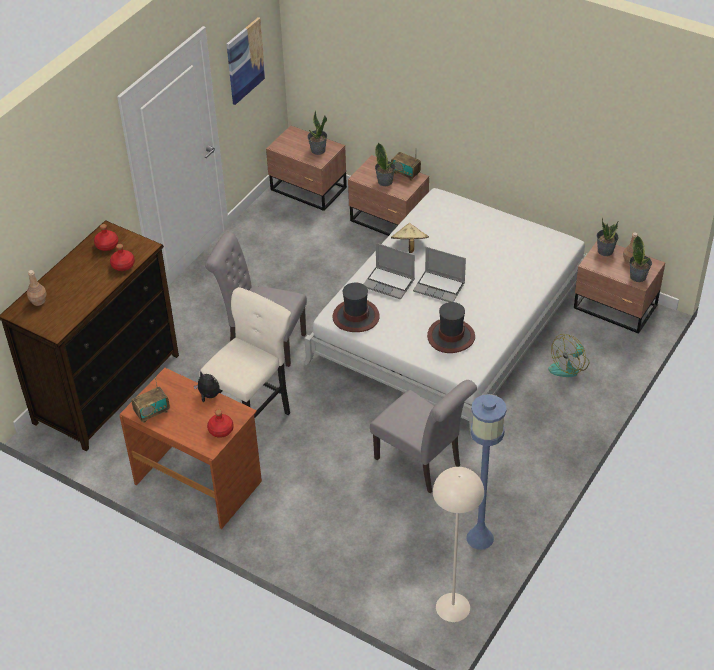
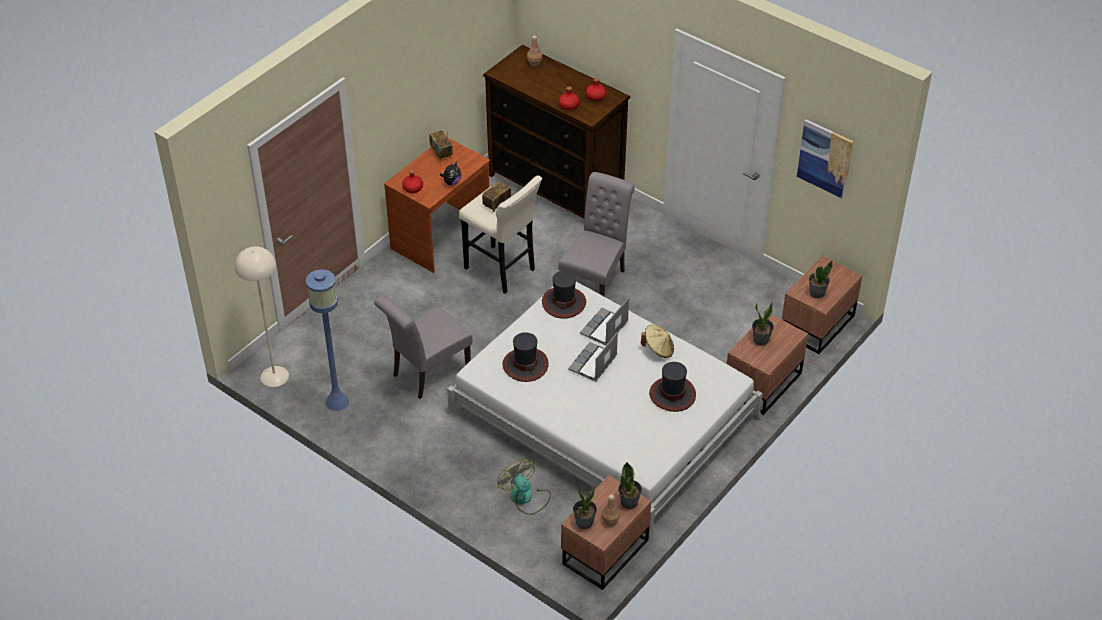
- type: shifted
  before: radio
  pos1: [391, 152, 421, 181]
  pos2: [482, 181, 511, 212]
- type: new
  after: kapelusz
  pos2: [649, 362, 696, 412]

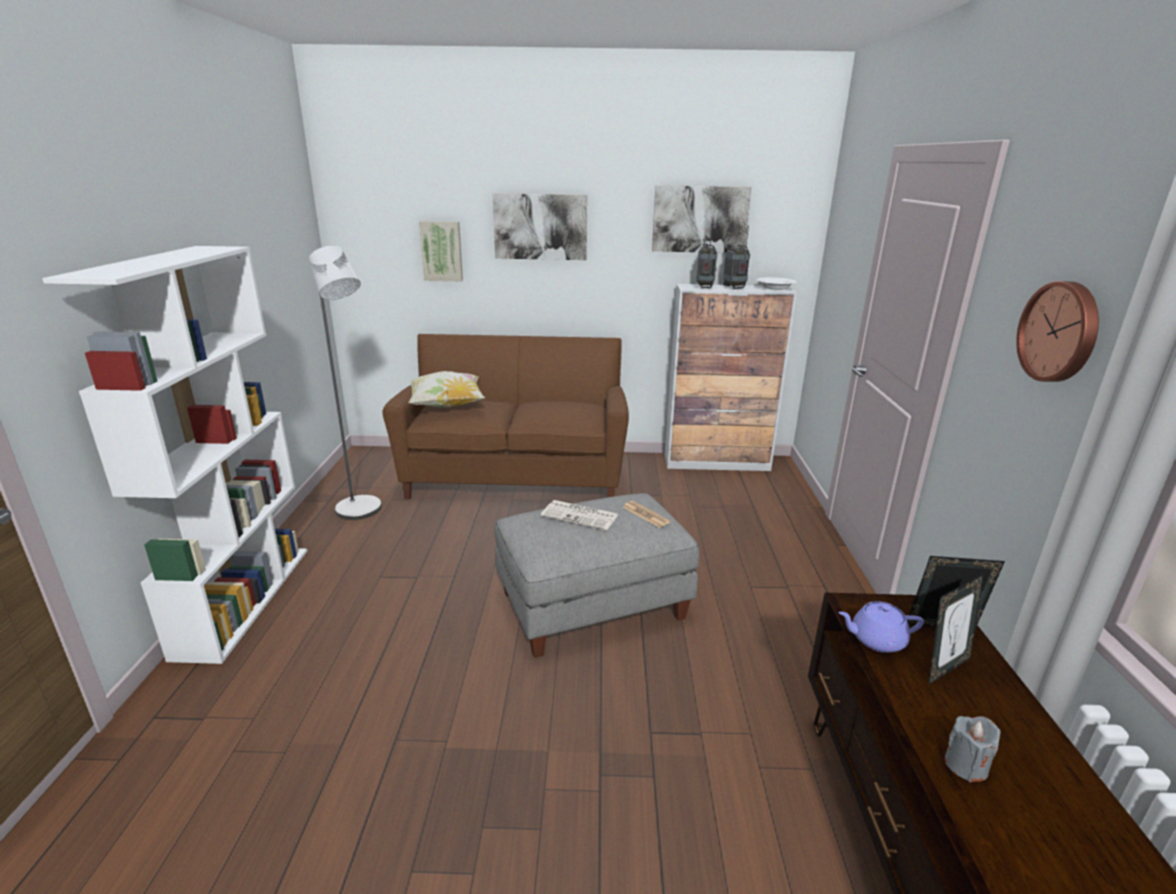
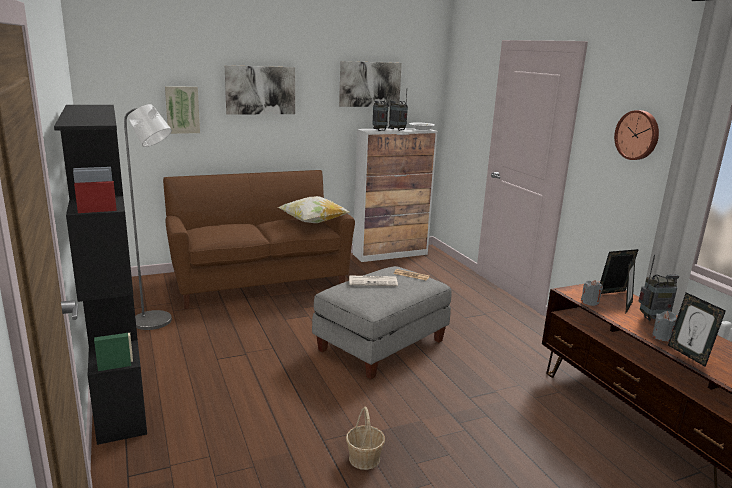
- type: repainted
  before: regał (biały)
  after: regał (czarny)
  pos1: [42, 246, 307, 664]
  pos2: [54, 105, 147, 445]
- type: shifted
  before: poduszka
  pos1: [408, 371, 485, 408]
  pos2: [278, 196, 350, 223]
- type: swapped
  before: imbryk (fioletowy)
  after: świeca (szary)
  pos1: [838, 601, 924, 653]
  pos2: [581, 280, 603, 306]
- type: new
  after: koszyk
  pos2: [346, 407, 385, 470]
- type: new
  after: radio
  pos2: [638, 255, 679, 321]
- type: new
  after: ramka na zdjęcie
  pos2: [668, 292, 726, 367]

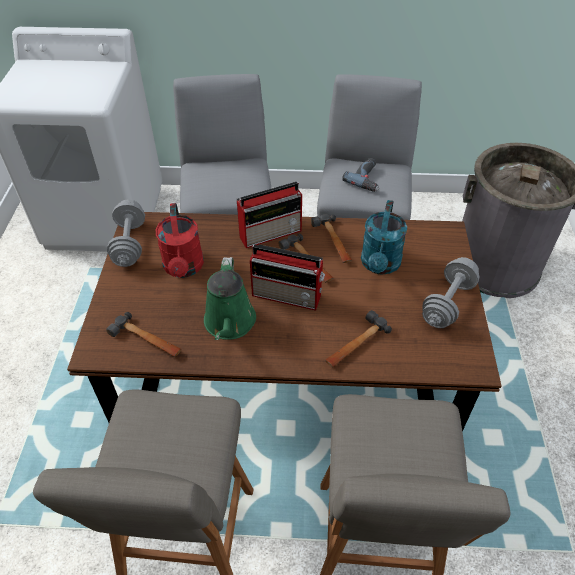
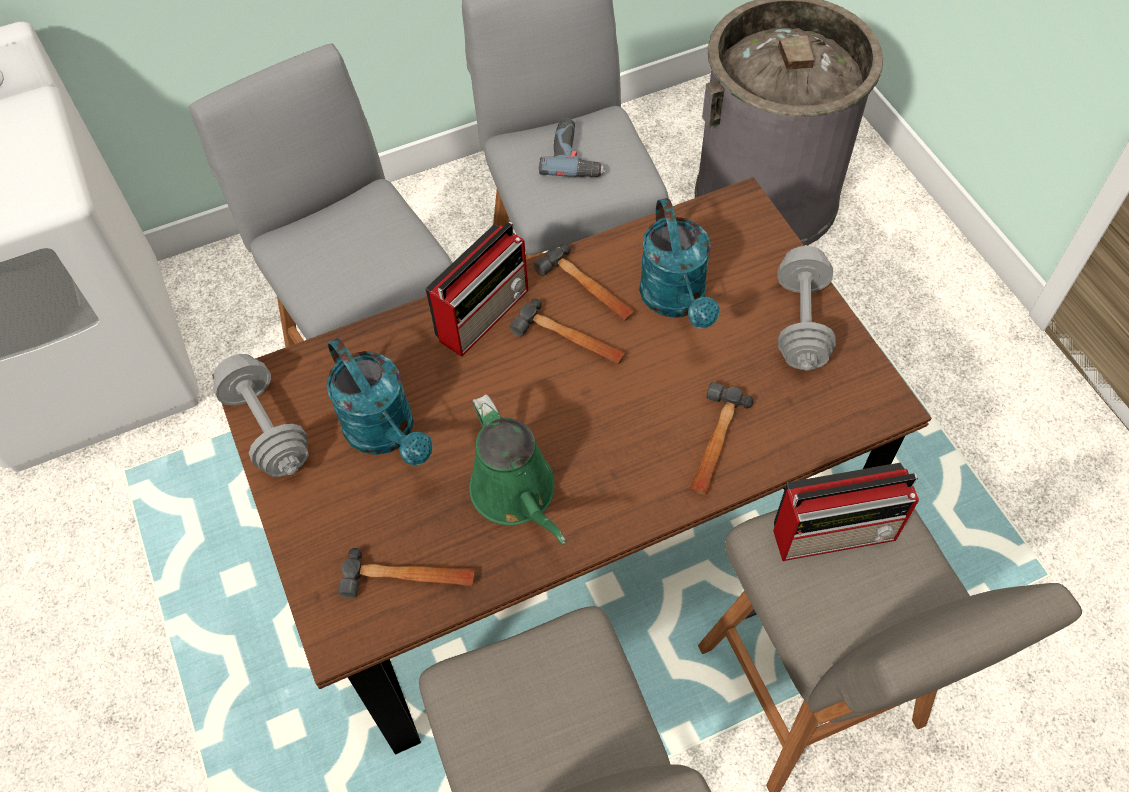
- type: repainted
  before: konewka (czerwony)
  after: konewka (turkusowy)
  pos1: [156, 203, 204, 278]
  pos2: [326, 338, 433, 465]
- type: shifted
  before: radio
  pos1: [250, 244, 325, 311]
  pos2: [773, 463, 919, 561]

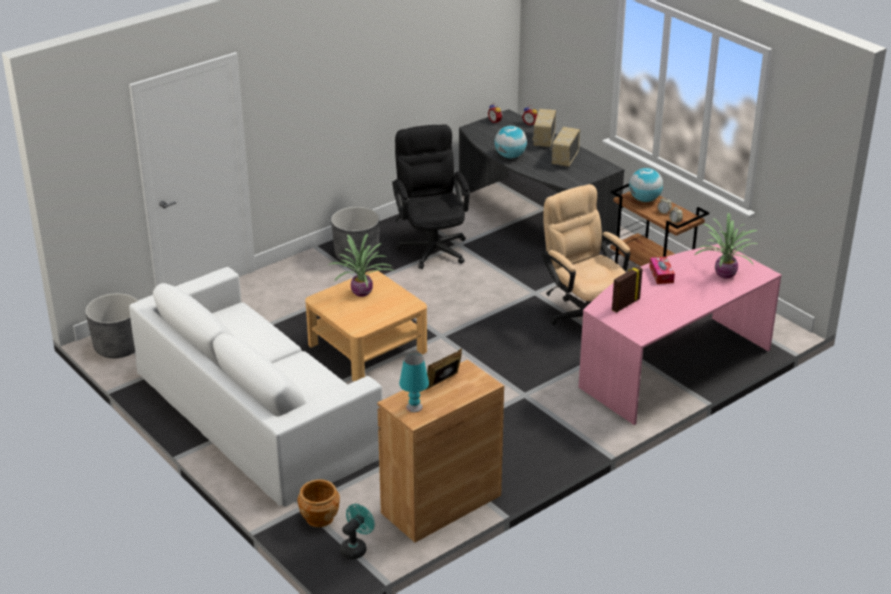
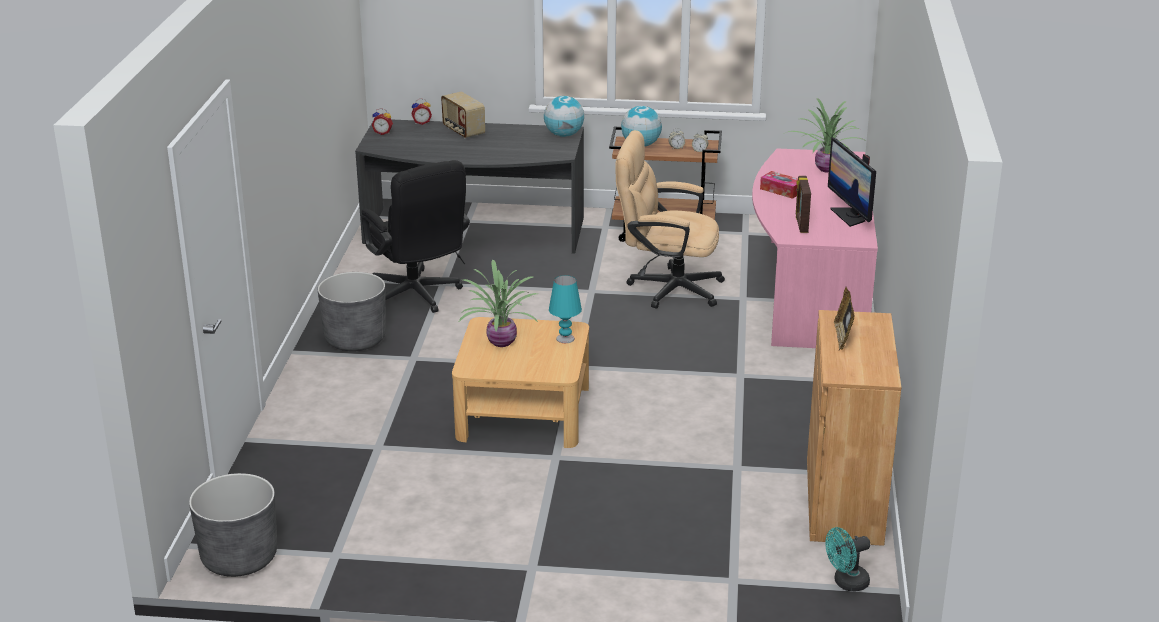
- type: gone
  before: kanapa (biały)
  pos1: [129, 267, 383, 507]
- type: gone
  before: donica (brązowy)
  pos1: [297, 480, 340, 527]
- type: rotated
  before: wentylator (turkusowy)
  pos1: [340, 504, 375, 559]
  pos2: [825, 527, 870, 592]
  turn: -105
- type: rotated
  before: krzesło biurowe (czarny)
  pos1: [392, 124, 470, 269]
  pos2: [361, 160, 470, 313]
  turn: -150
- type: shifted
  before: lampa stołowa (turkusowy)
  pos1: [399, 354, 429, 412]
  pos2: [549, 275, 582, 343]
- type: shifted
  before: globus
  pos1: [494, 126, 527, 158]
  pos2: [544, 96, 584, 137]
- type: gone
  before: radio
  pos1: [552, 127, 580, 167]
- type: new
  after: monitor
  pos2: [828, 137, 876, 227]

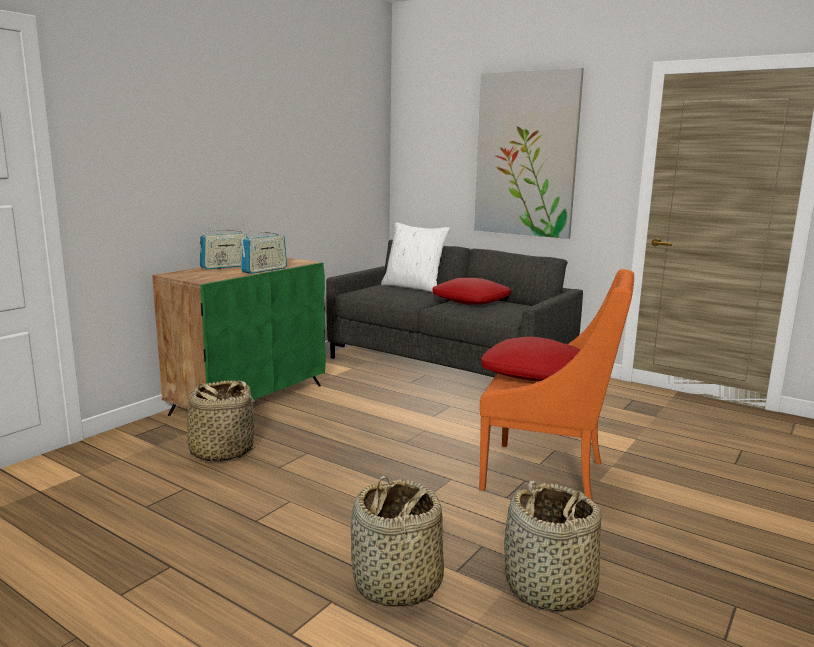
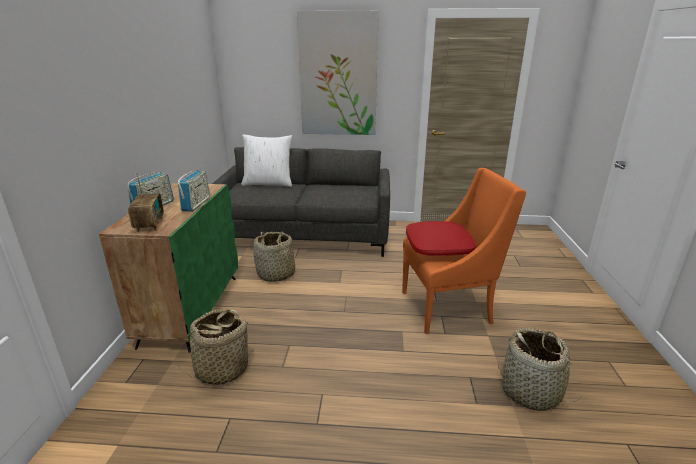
- type: shifted
  before: koszyk
  pos1: [351, 476, 444, 607]
  pos2: [253, 232, 295, 282]
- type: gone
  before: poduszka (czerwony)
  pos1: [432, 278, 511, 305]
- type: new
  after: radio
  pos2: [128, 174, 164, 232]

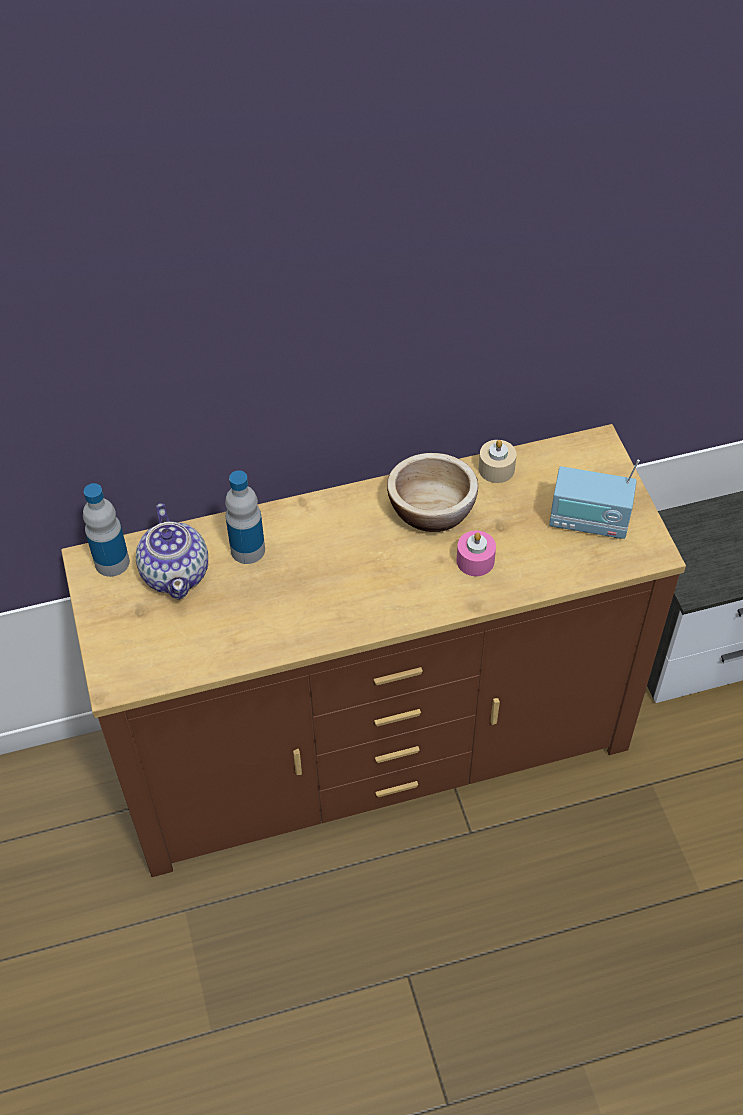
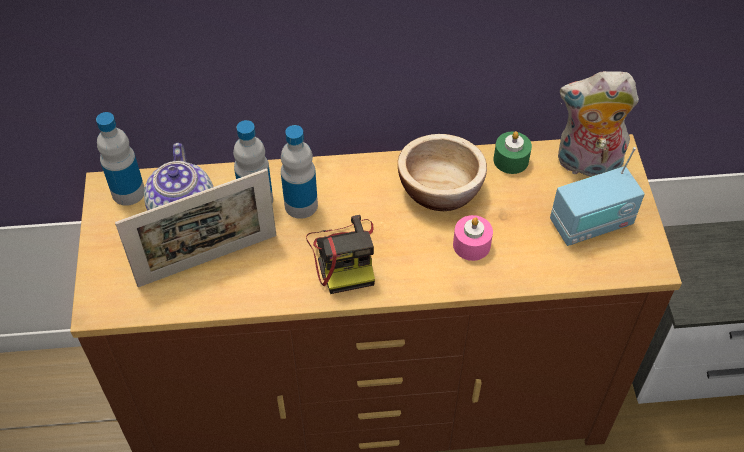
- type: repainted
  before: świeca (beżowy)
  after: świeca (zielony)
  pos1: [479, 440, 516, 483]
  pos2: [494, 131, 532, 174]
- type: rotated
  before: radio
  pos1: [549, 459, 640, 539]
  pos2: [550, 147, 645, 246]
  turn: -45
- type: new
  after: ramka na zdjęcie
  pos2: [115, 169, 276, 287]
- type: new
  after: butelka
  pos2: [281, 125, 318, 219]
- type: new
  after: aparat fotograficzny
  pos2: [306, 215, 375, 294]
- type: new
  after: pluszak
  pos2: [558, 71, 639, 177]

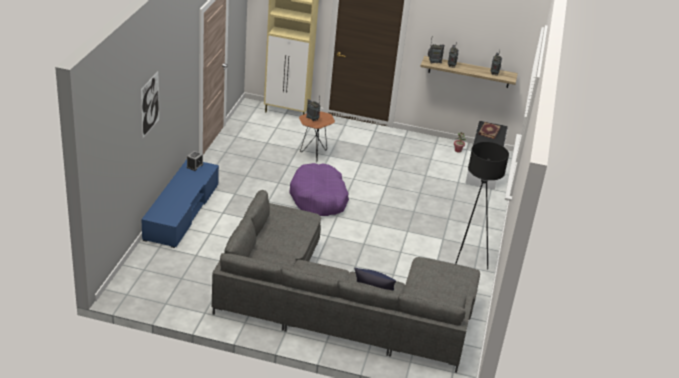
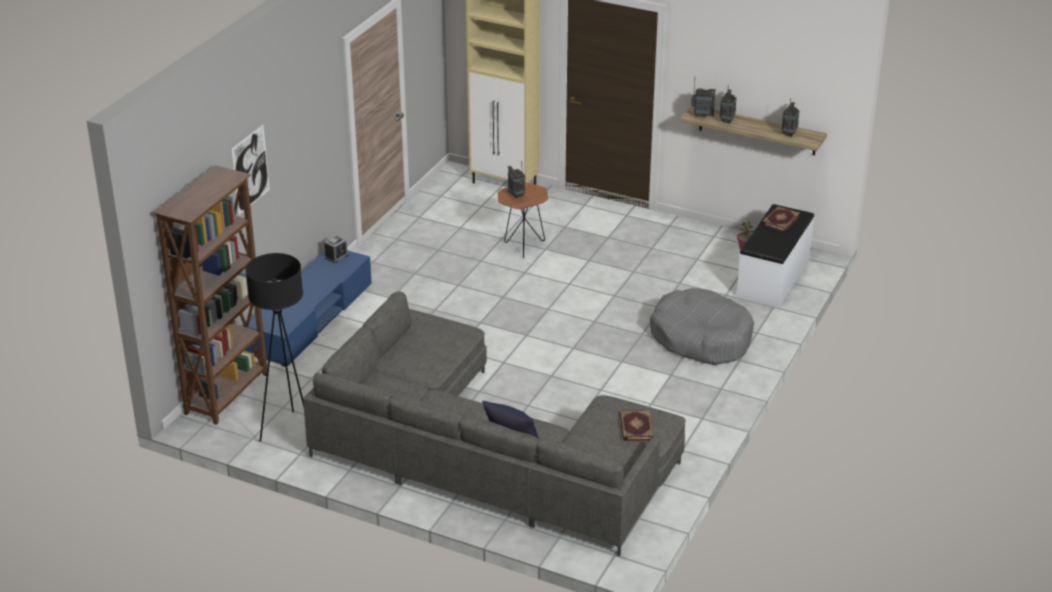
- type: gone
  before: legowisko (fioletowy)
  pos1: [290, 163, 349, 216]
- type: shifted
  before: lampa stojąca (czarny)
  pos1: [455, 142, 509, 269]
  pos2: [246, 253, 304, 442]
- type: new
  after: regał (brązowy)
  pos2: [154, 165, 267, 425]
- type: new
  after: książka
  pos2: [620, 410, 654, 441]
- type: new
  after: legowisko (szary)
  pos2: [650, 288, 754, 365]

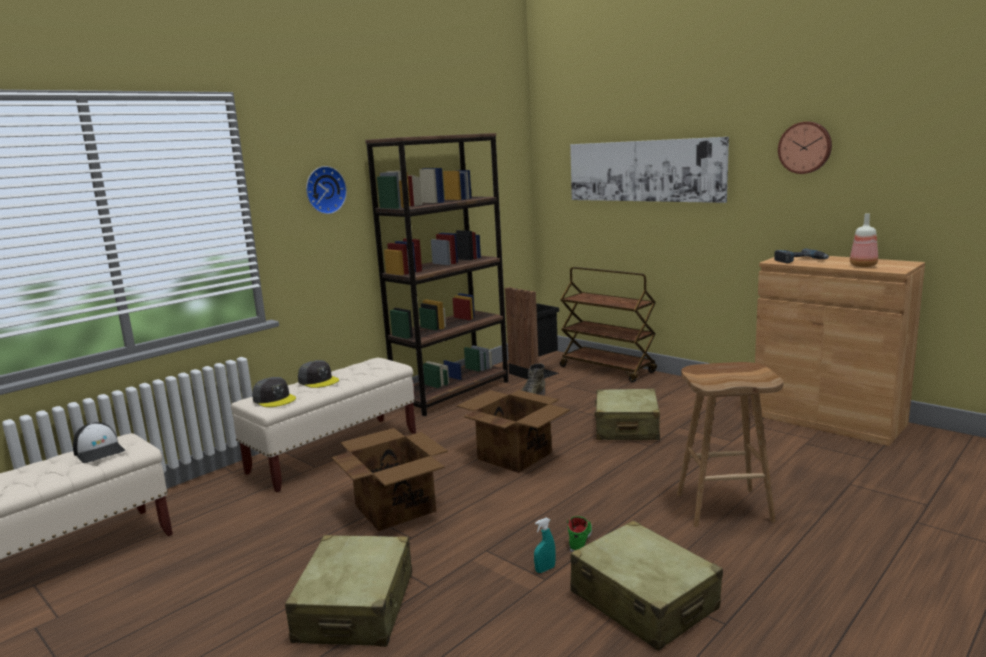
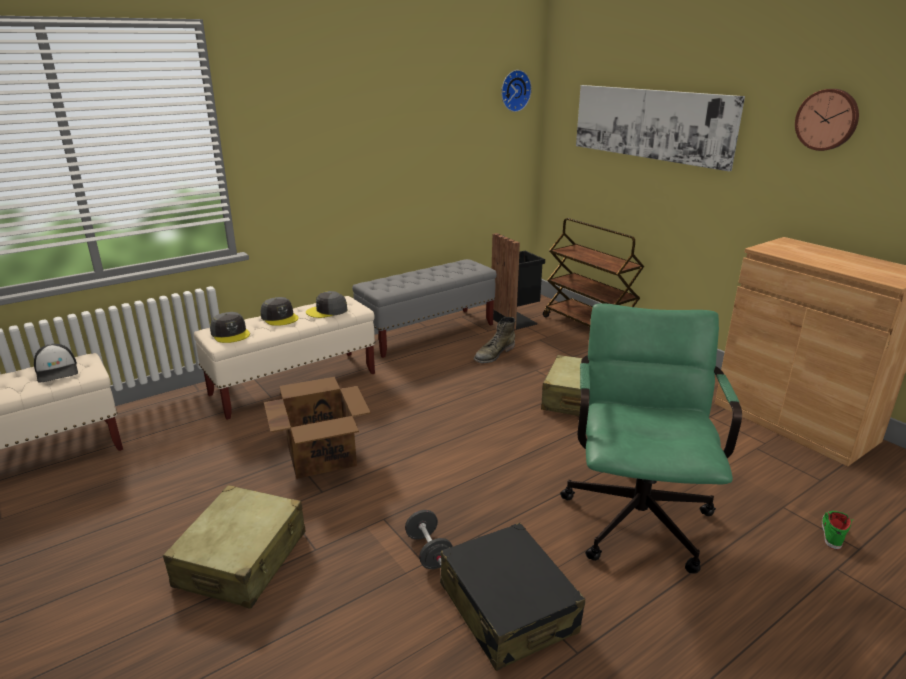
- type: shifted
  before: zegar ścienny
  pos1: [306, 166, 347, 214]
  pos2: [501, 70, 532, 112]
- type: swapped
  before: regał (brązowy)
  after: ławka (szary)
  pos1: [365, 133, 509, 416]
  pos2: [352, 259, 497, 358]
- type: gone
  before: karton
  pos1: [456, 390, 570, 473]
- type: swapped
  before: spryskiwacz (turkusowy)
  after: hantel (czarny)
  pos1: [534, 518, 556, 573]
  pos2: [405, 510, 453, 569]
- type: shifted
  before: but (zielony)
  pos1: [566, 516, 592, 552]
  pos2: [822, 511, 853, 550]
- type: repainted
  before: walizka (beżowy)
  after: walizka (czarny)
  pos1: [570, 520, 723, 651]
  pos2: [440, 523, 585, 671]
- type: swapped
  before: stołek (brązowy)
  after: krzesło biurowe (zielony)
  pos1: [677, 362, 784, 527]
  pos2: [560, 303, 742, 574]
- type: gone
  before: wiertarka
  pos1: [774, 249, 829, 263]
- type: gone
  before: butelka
  pos1: [850, 213, 878, 267]
- type: new
  after: czapka z daszkiem (szary)
  pos2: [306, 291, 347, 318]

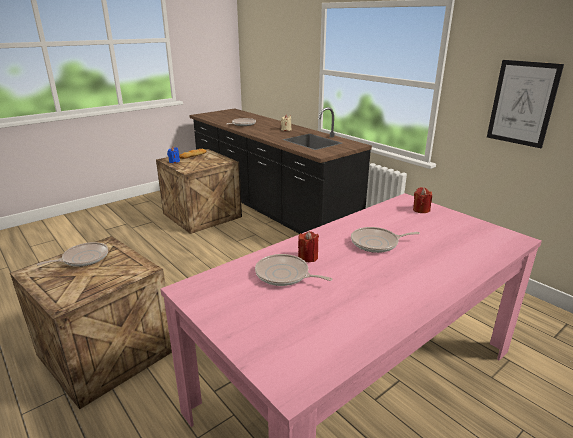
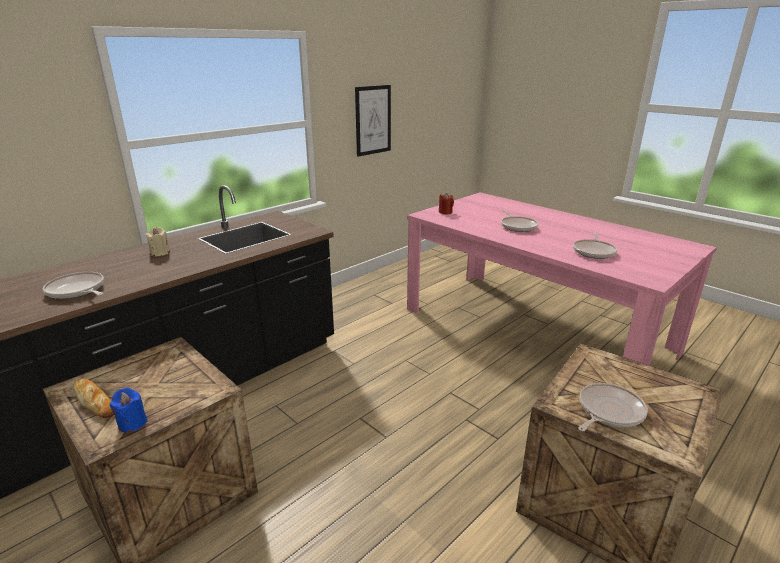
- type: rotated
  before: patelnia
  pos1: [37, 242, 108, 267]
  pos2: [579, 383, 648, 431]
  turn: 90
- type: gone
  before: świeca (czerwony)
  pos1: [298, 231, 319, 262]

